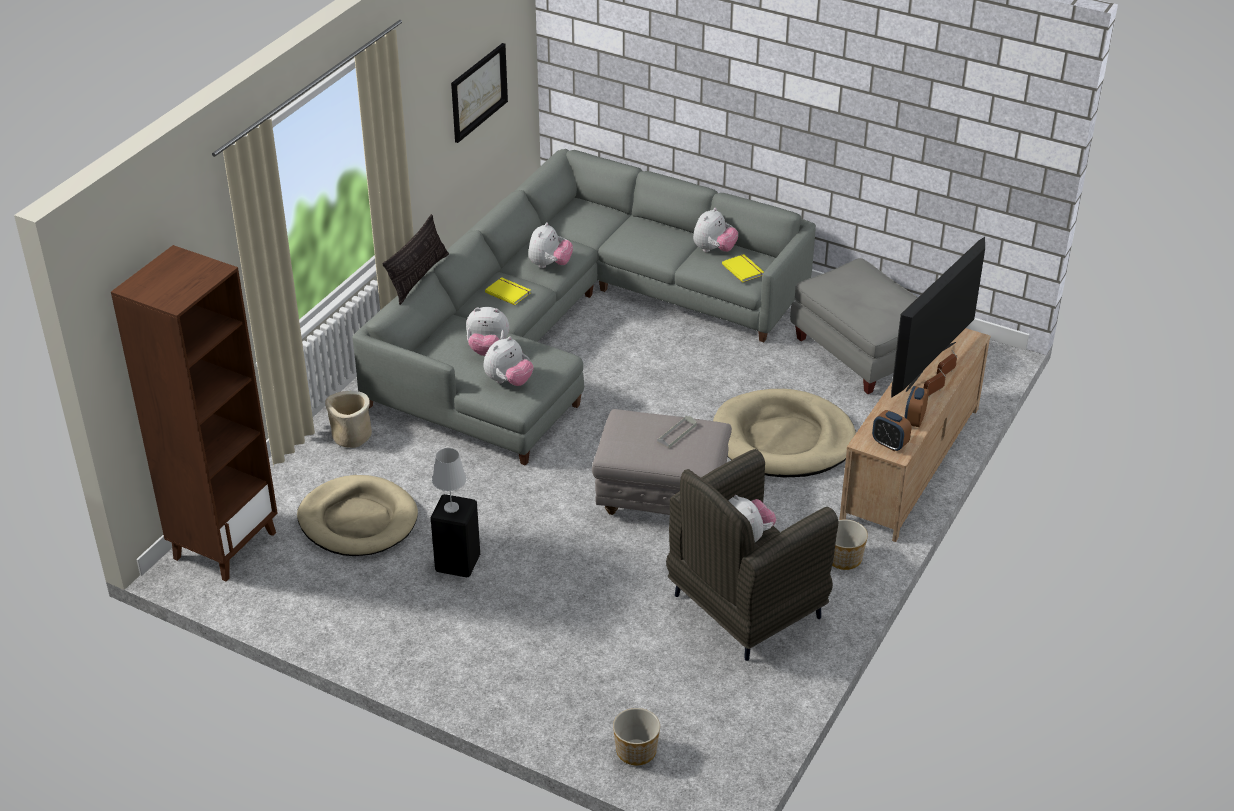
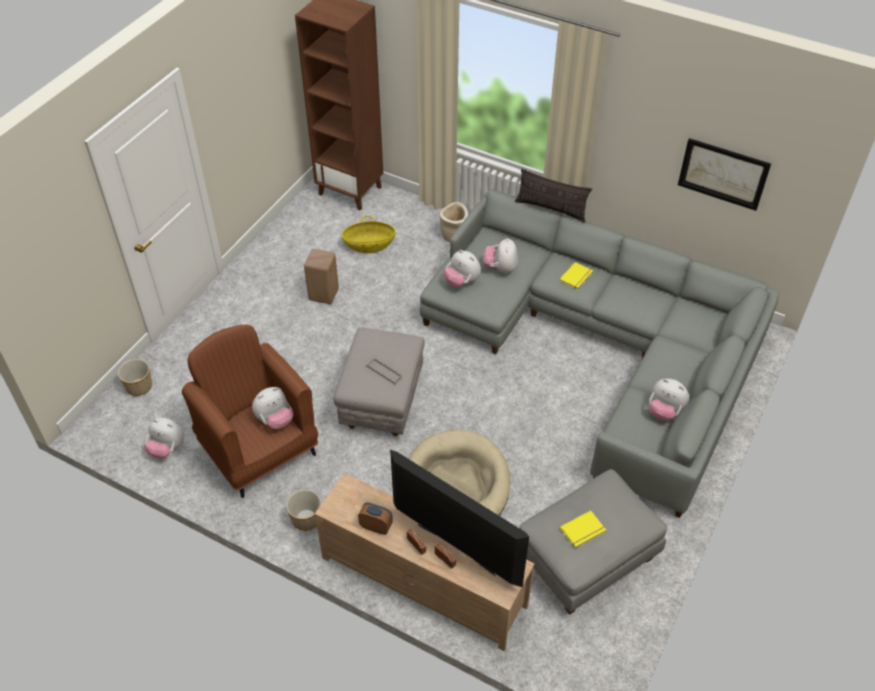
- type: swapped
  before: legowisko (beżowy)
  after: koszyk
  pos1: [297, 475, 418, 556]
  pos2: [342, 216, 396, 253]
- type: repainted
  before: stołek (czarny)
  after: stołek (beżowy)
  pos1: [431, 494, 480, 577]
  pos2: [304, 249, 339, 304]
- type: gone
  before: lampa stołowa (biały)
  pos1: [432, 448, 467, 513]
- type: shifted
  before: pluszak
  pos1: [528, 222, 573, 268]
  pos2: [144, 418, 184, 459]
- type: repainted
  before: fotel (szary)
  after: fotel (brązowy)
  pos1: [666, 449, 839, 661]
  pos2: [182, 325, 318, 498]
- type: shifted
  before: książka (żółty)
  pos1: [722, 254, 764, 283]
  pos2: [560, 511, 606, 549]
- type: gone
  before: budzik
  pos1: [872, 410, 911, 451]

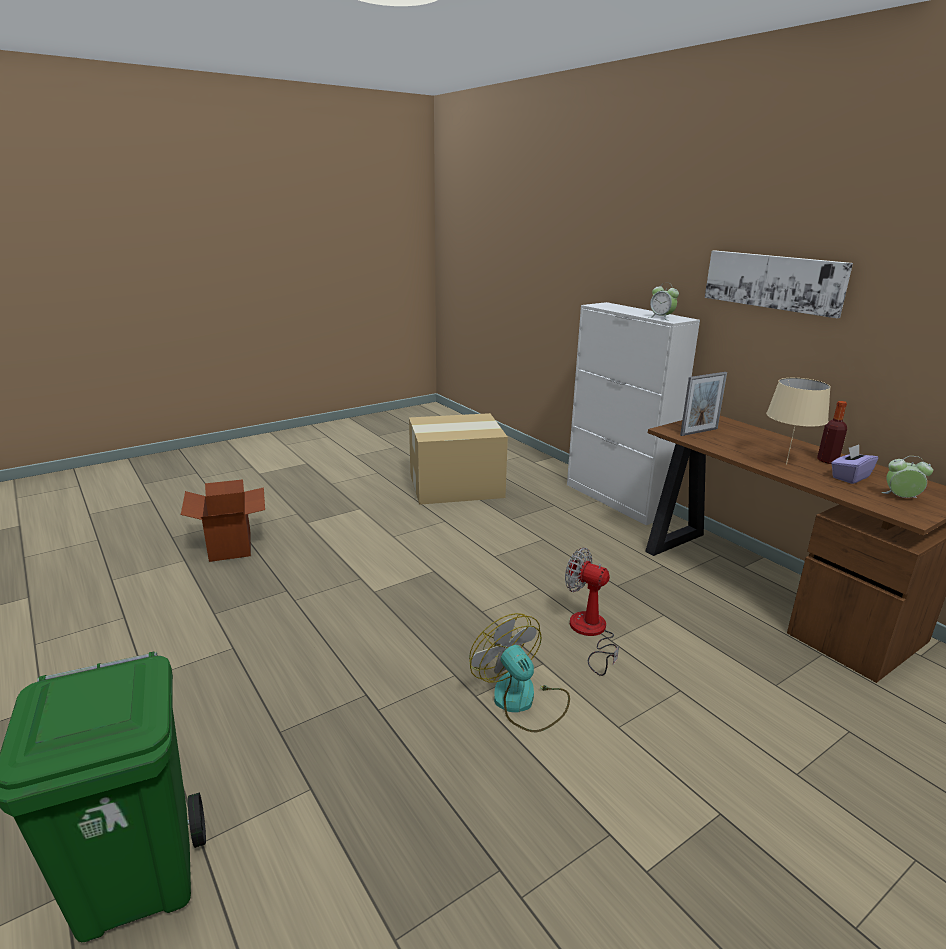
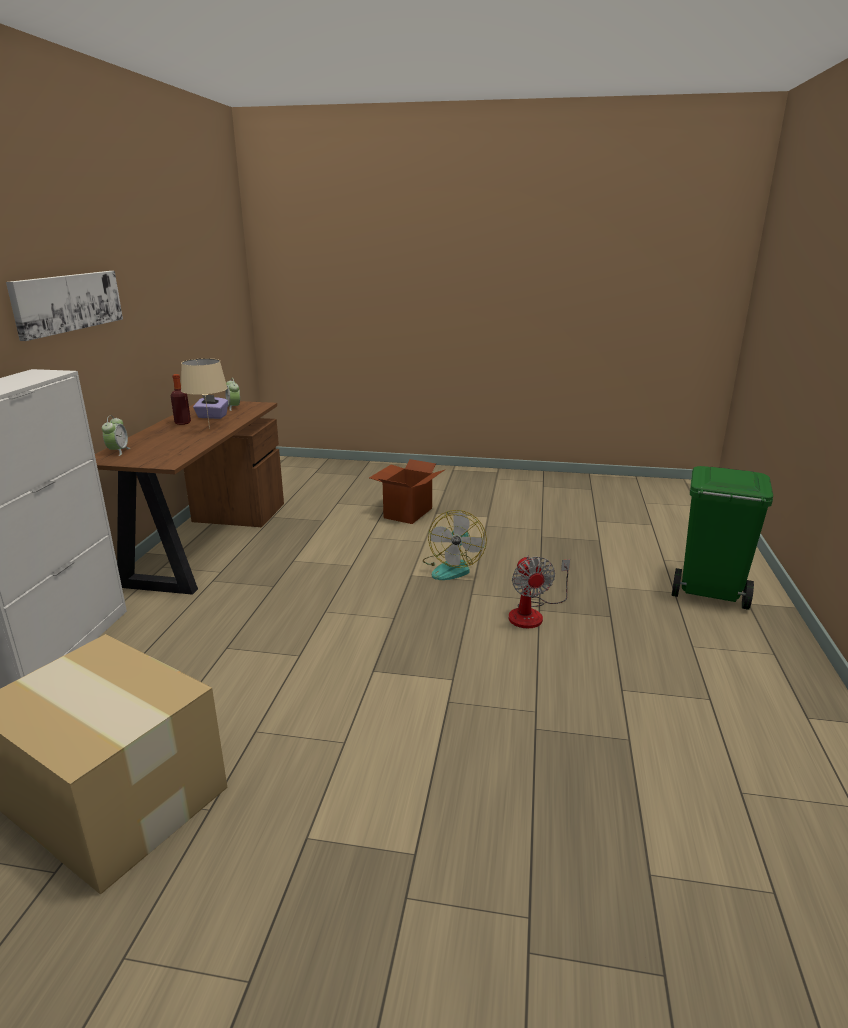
- type: shifted
  before: karton
  pos1: [181, 479, 265, 562]
  pos2: [369, 459, 444, 524]
- type: shifted
  before: wentylator
  pos1: [565, 548, 619, 676]
  pos2: [509, 555, 570, 628]
- type: shifted
  before: budzik
  pos1: [650, 283, 679, 320]
  pos2: [102, 415, 130, 456]
- type: gone
  before: ramka na zdjęcie
  pos1: [680, 372, 727, 436]

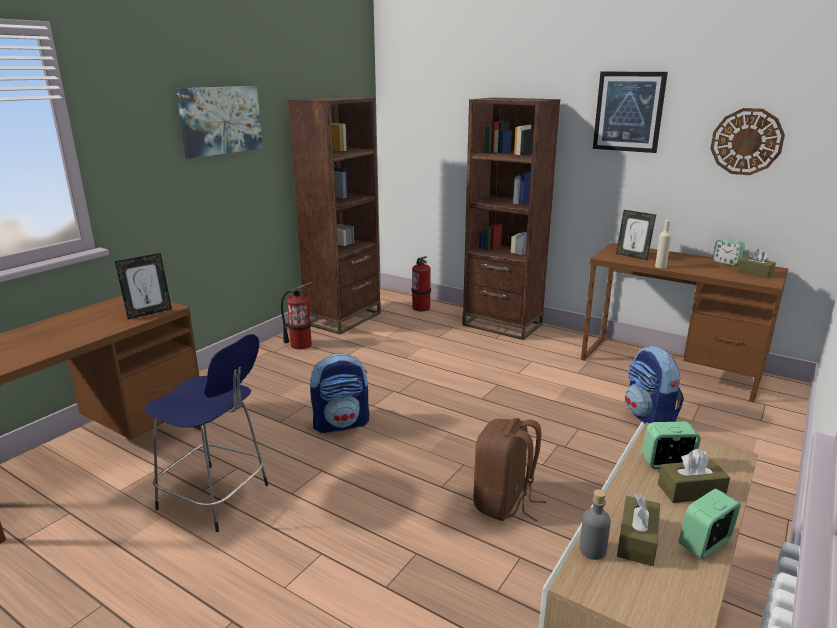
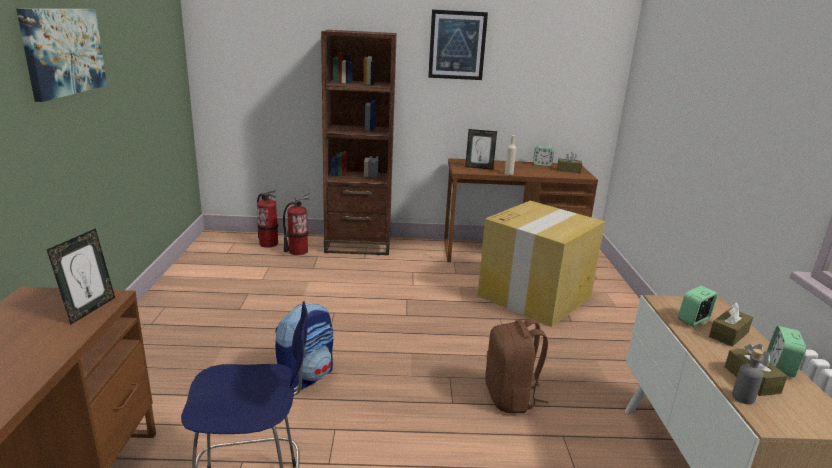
- type: shifted
  before: gaśnica
  pos1: [281, 282, 313, 349]
  pos2: [283, 192, 310, 255]
- type: gone
  before: regał (brązowy)
  pos1: [288, 97, 381, 335]
- type: swapped
  before: plecak
  after: karton
  pos1: [625, 346, 684, 424]
  pos2: [478, 201, 605, 327]
- type: gone
  before: zegar ścienny
  pos1: [710, 108, 785, 175]

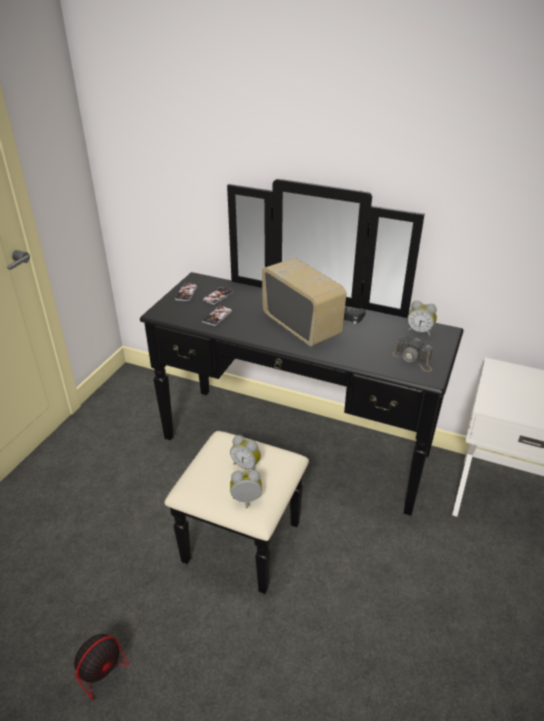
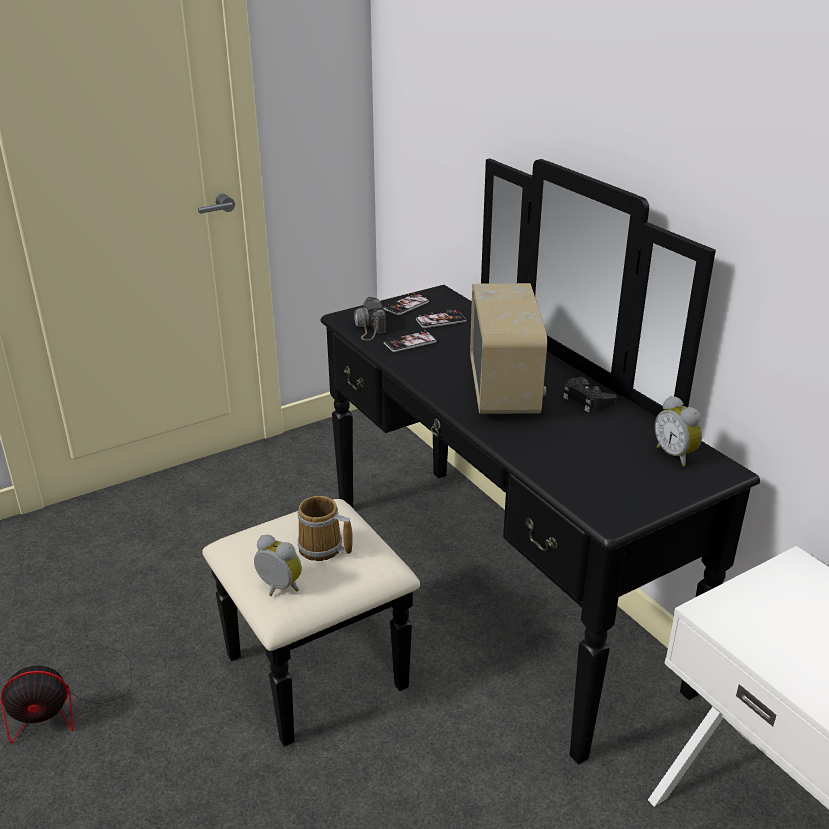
- type: swapped
  before: budzik
  after: kubek
  pos1: [230, 435, 261, 470]
  pos2: [297, 496, 353, 561]
- type: shifted
  before: aparat fotograficzny
  pos1: [392, 336, 433, 372]
  pos2: [354, 297, 386, 340]

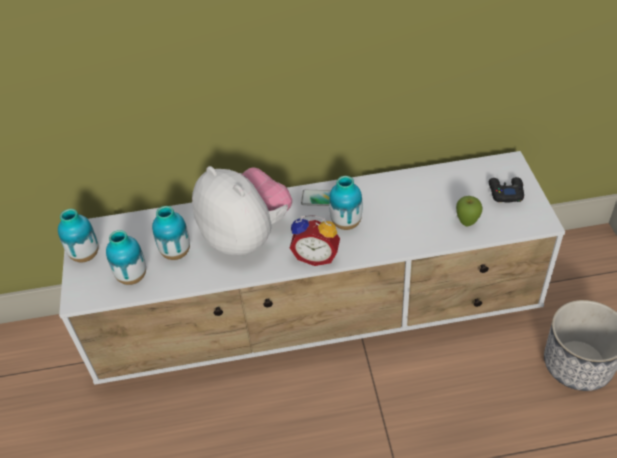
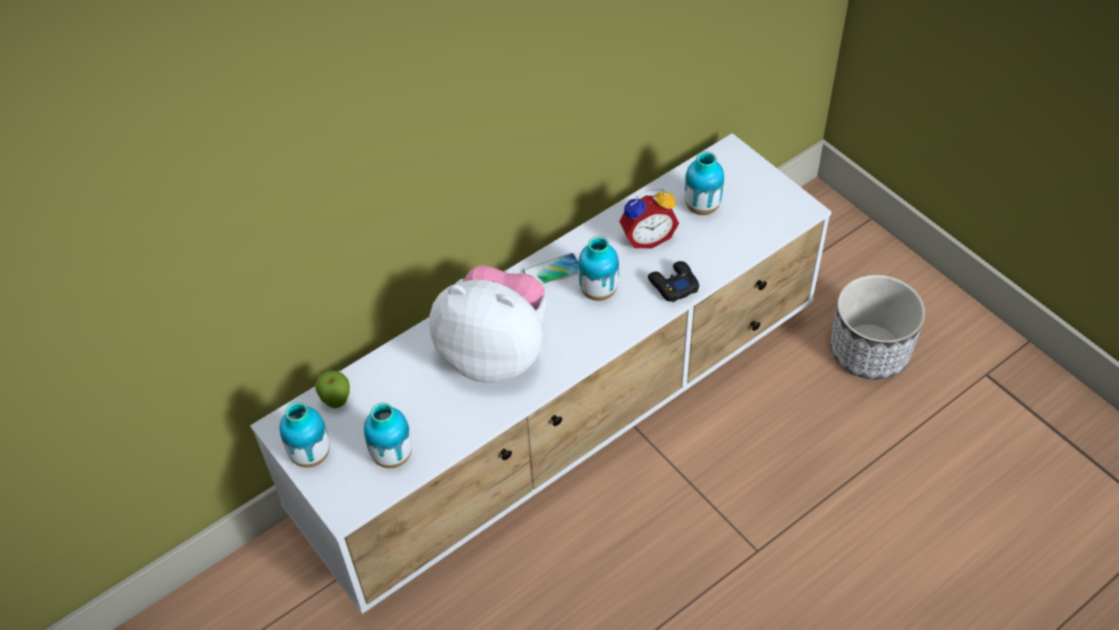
- type: shifted
  before: wazon
  pos1: [152, 206, 190, 260]
  pos2: [684, 151, 724, 215]
- type: shifted
  before: budzik
  pos1: [290, 215, 340, 266]
  pos2: [619, 189, 679, 248]
- type: shifted
  before: jabłko
  pos1: [456, 196, 483, 227]
  pos2: [315, 370, 350, 408]
- type: shifted
  before: pad do gier (czarny)
  pos1: [489, 177, 524, 203]
  pos2: [648, 261, 699, 302]

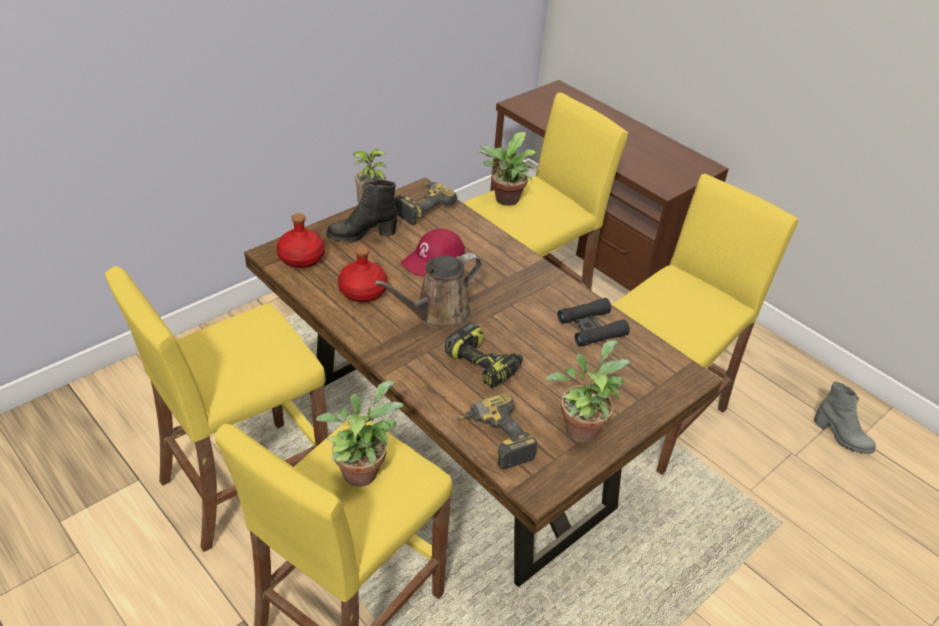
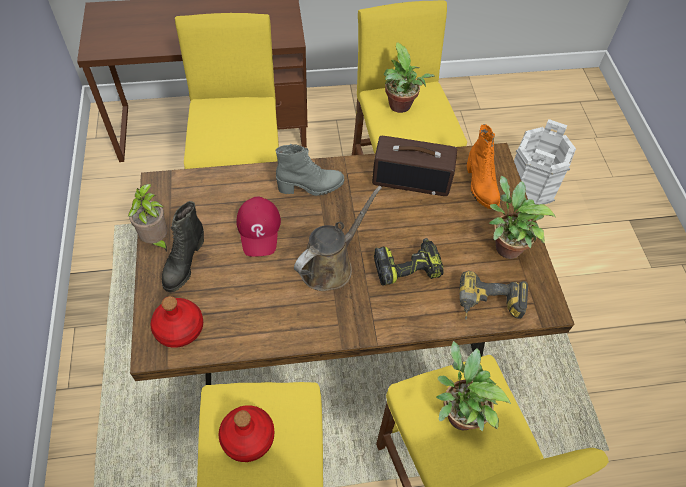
- type: shifted
  before: butelka (czerwony)
  pos1: [338, 246, 388, 302]
  pos2: [218, 405, 274, 462]
- type: rotated
  before: konewka (brązowy)
  pos1: [374, 253, 482, 328]
  pos2: [294, 186, 382, 291]
  turn: -135
- type: gone
  before: wiertarka
  pos1: [394, 181, 458, 225]
- type: shifted
  before: roślina doniczkowa
  pos1: [476, 132, 536, 206]
  pos2: [384, 42, 435, 113]
- type: swapped
  before: lornetka (czarny)
  after: radio
  pos1: [558, 298, 630, 347]
  pos2: [372, 136, 457, 196]
- type: shifted
  before: but z cholewką (szary)
  pos1: [814, 382, 876, 454]
  pos2: [276, 144, 344, 196]
- type: new
  after: but z cholewką (pomarańczowy)
  pos2: [467, 124, 500, 209]
- type: new
  after: wiadro (biały)
  pos2: [514, 119, 576, 205]

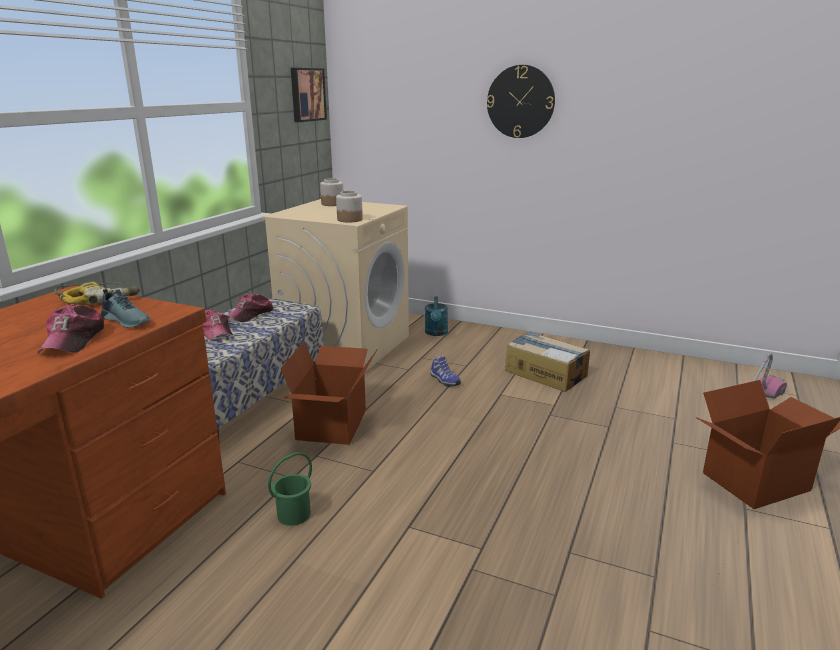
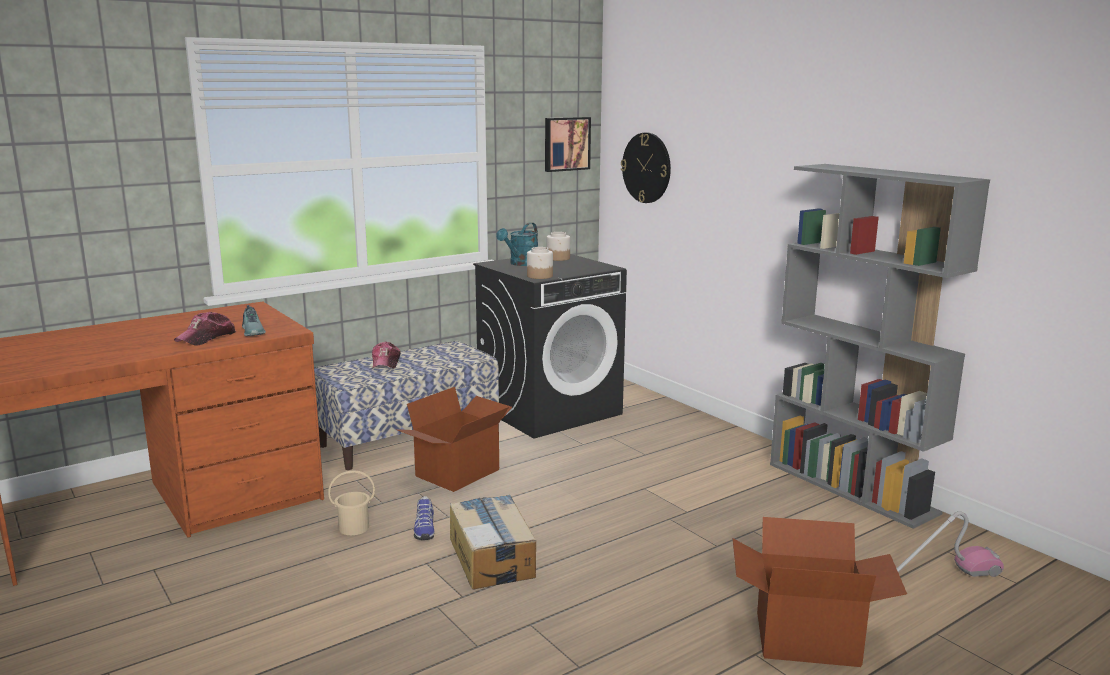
- type: gone
  before: wiertarka
  pos1: [54, 281, 140, 305]
- type: gone
  before: czapka z daszkiem
  pos1: [227, 293, 273, 322]
- type: repainted
  before: pralka (beżowy)
  after: pralka (czarny)
  pos1: [262, 199, 409, 372]
  pos2: [473, 254, 627, 439]
- type: repainted
  before: wiadro (zielony)
  after: wiadro (beżowy)
  pos1: [268, 453, 312, 526]
  pos2: [328, 470, 375, 535]
- type: shifted
  before: konewka (turkusowy)
  pos1: [425, 296, 448, 336]
  pos2: [496, 222, 538, 266]
- type: shifted
  before: but
  pos1: [430, 356, 461, 387]
  pos2: [414, 496, 435, 540]
- type: shifted
  before: zegar ścienny
  pos1: [487, 65, 555, 138]
  pos2: [621, 133, 671, 203]
- type: shifted
  before: karton
  pos1: [505, 331, 590, 392]
  pos2: [450, 495, 536, 589]
- type: new
  after: regał (szary)
  pos2: [770, 164, 990, 529]

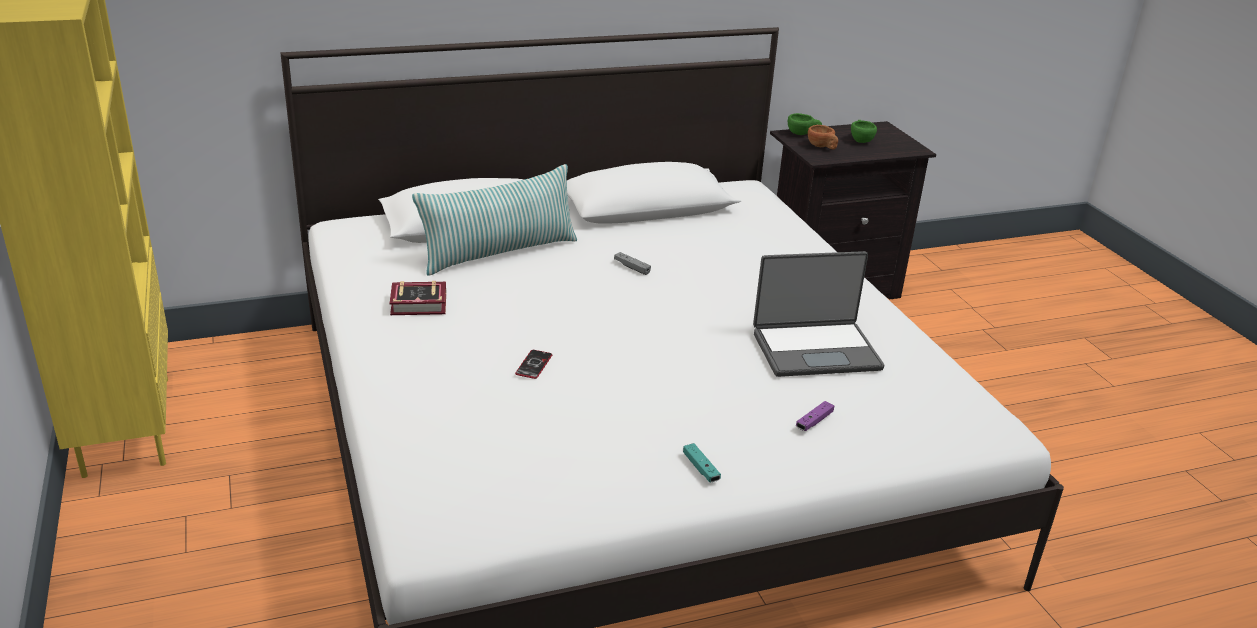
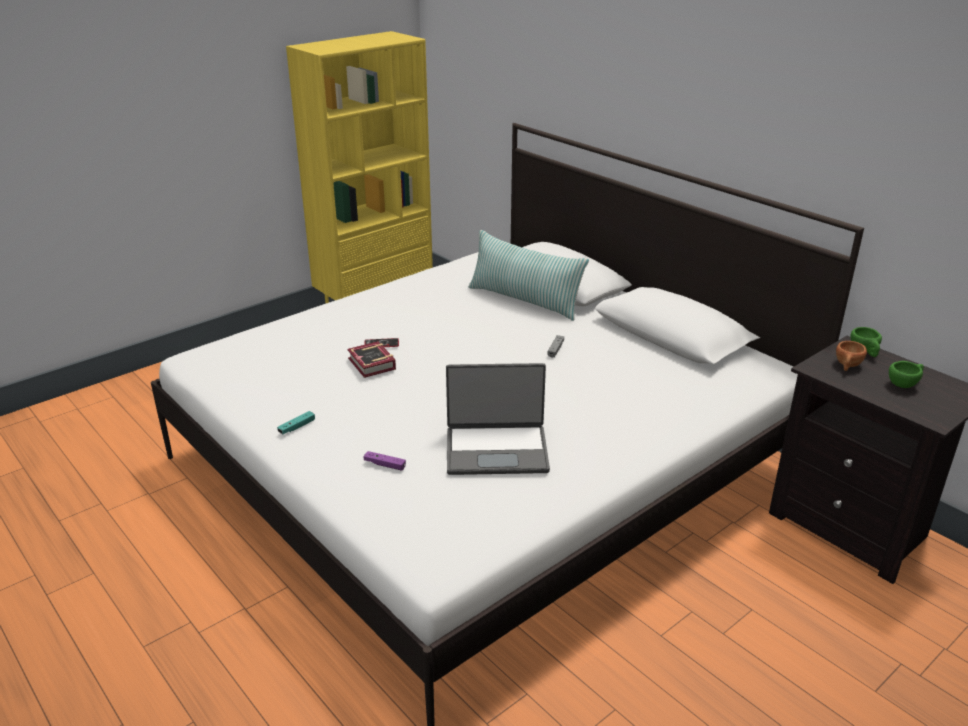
- type: shifted
  before: książka
  pos1: [390, 281, 446, 315]
  pos2: [348, 341, 396, 378]
- type: rotated
  before: laptop
  pos1: [753, 251, 884, 377]
  pos2: [446, 363, 550, 475]
  turn: -60

